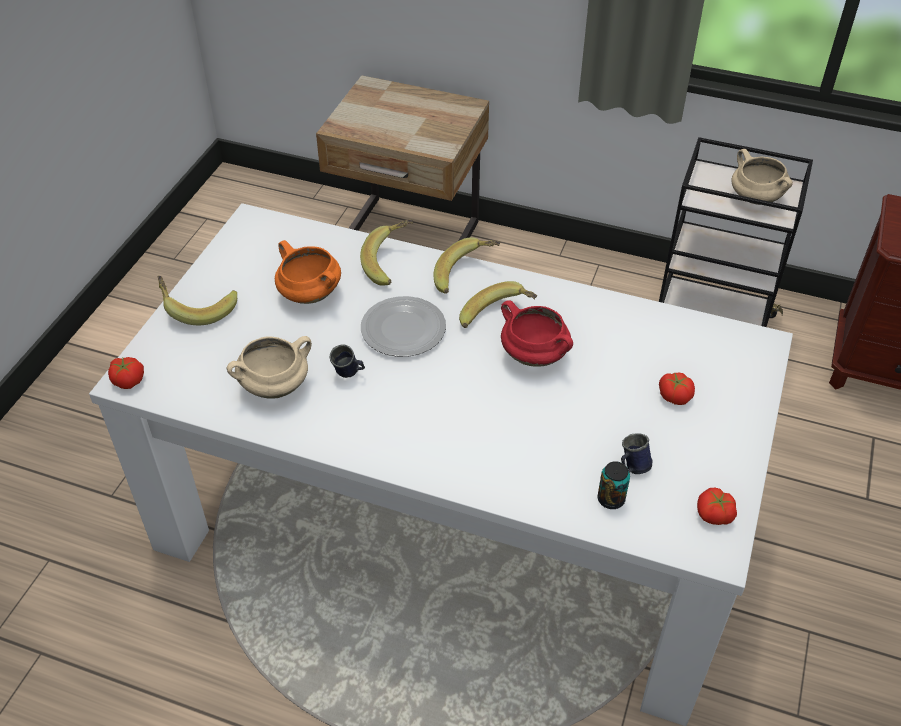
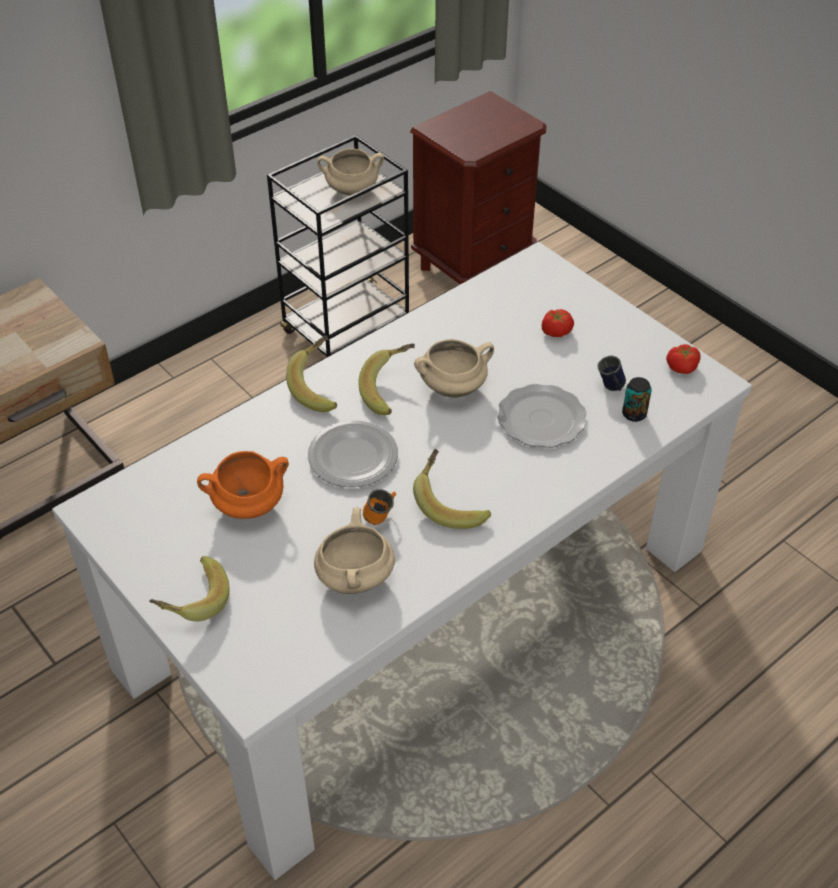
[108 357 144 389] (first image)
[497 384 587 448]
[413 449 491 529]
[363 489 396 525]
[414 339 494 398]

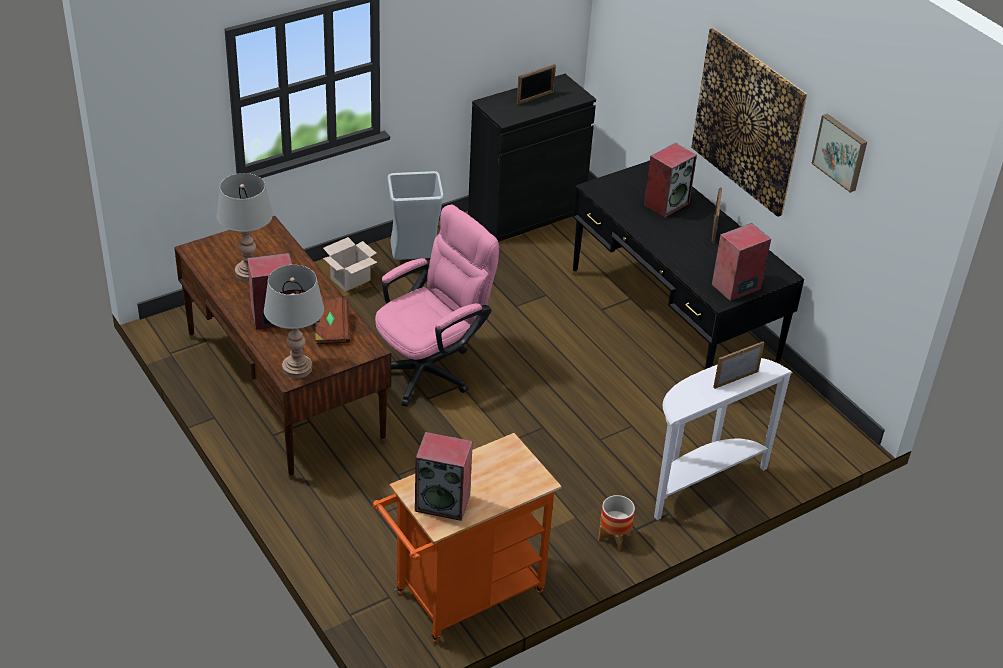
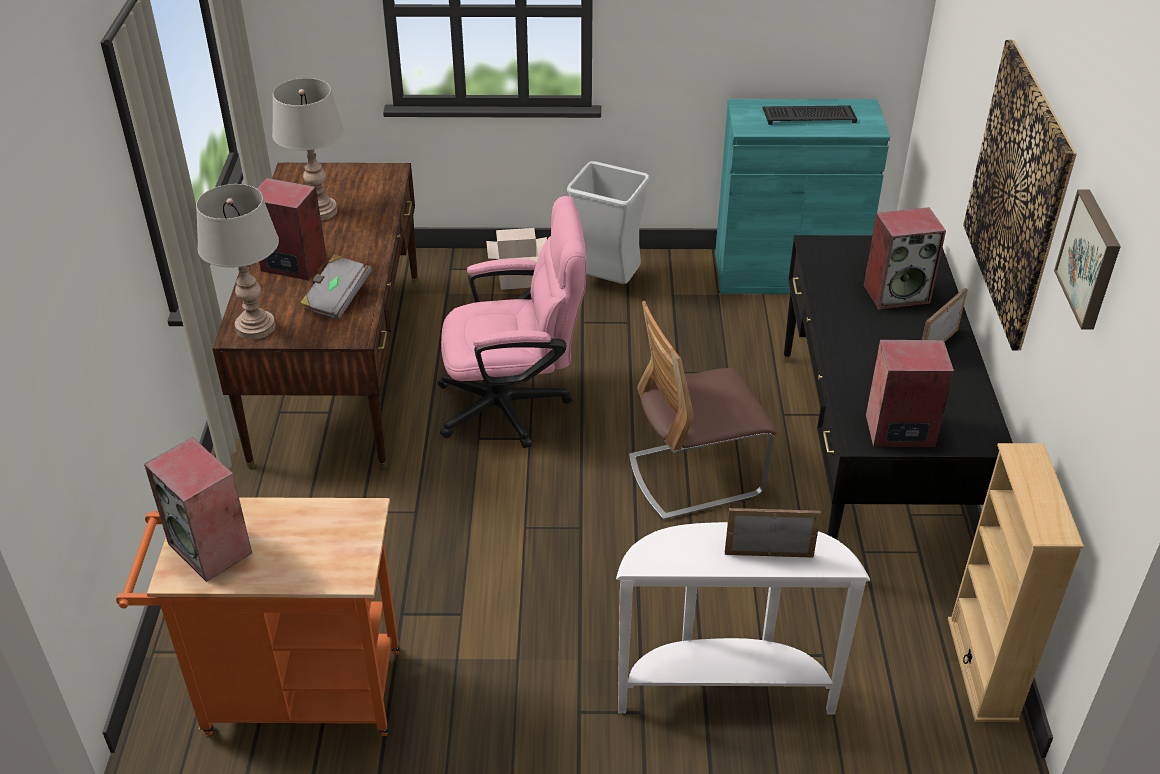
[598 495 635 550] (first image)
[629 301 777 520]
[948 443 1084 722]
[762 105 857 125]
[300 254 372 320]
[715 99 890 294]

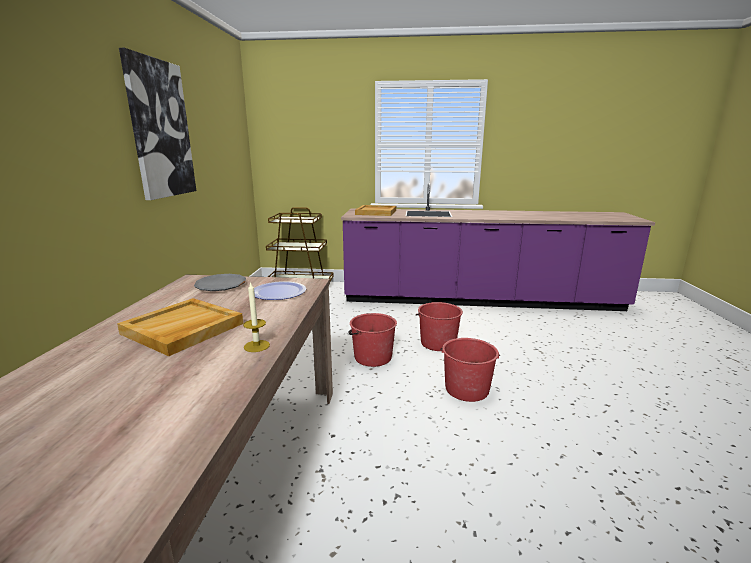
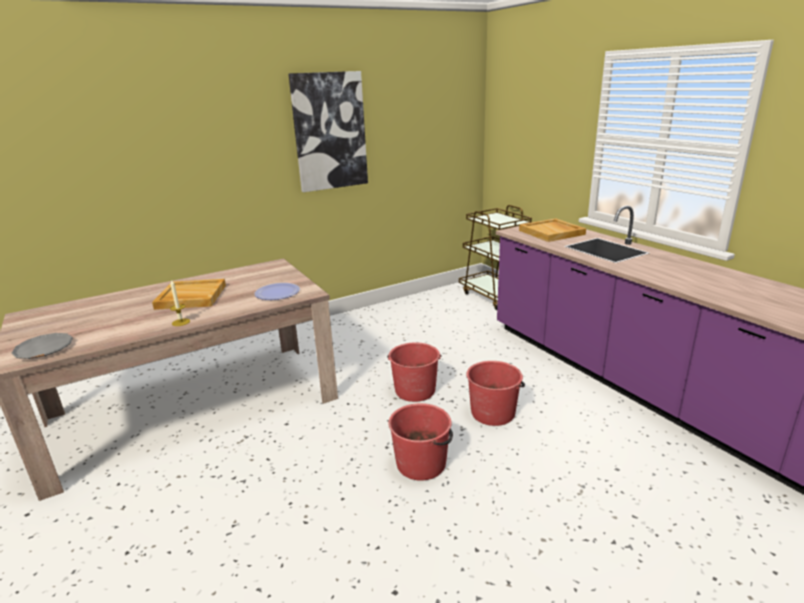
[11 333 73 359]

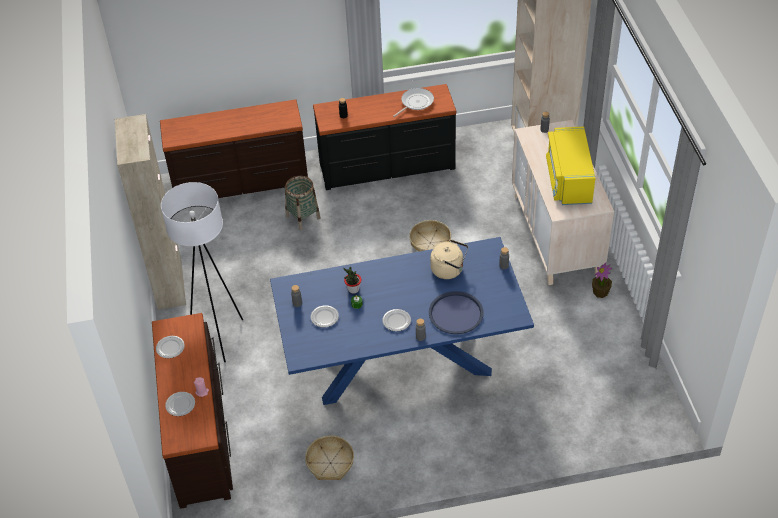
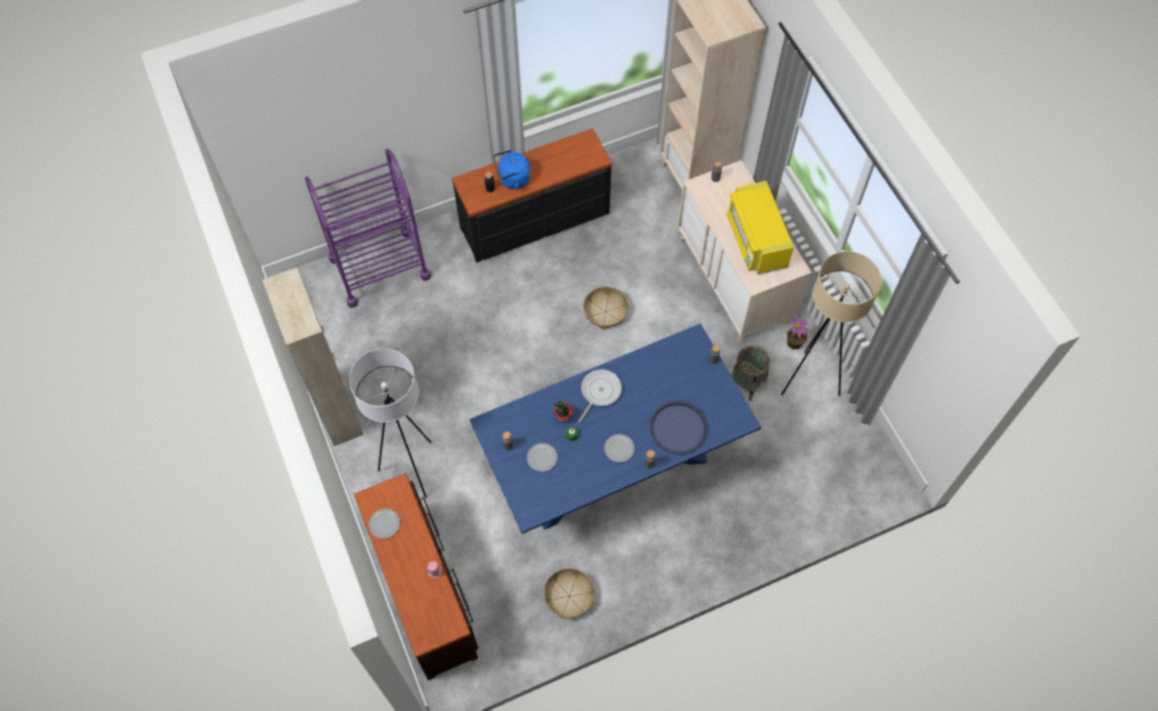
[165 392 195 416] (first image)
[430 239 468 279] (first image)
[494 150 531 189]
[781 251 882 396]
[731 346 770 401]
[578 369 622 422]
[305 149 431 308]

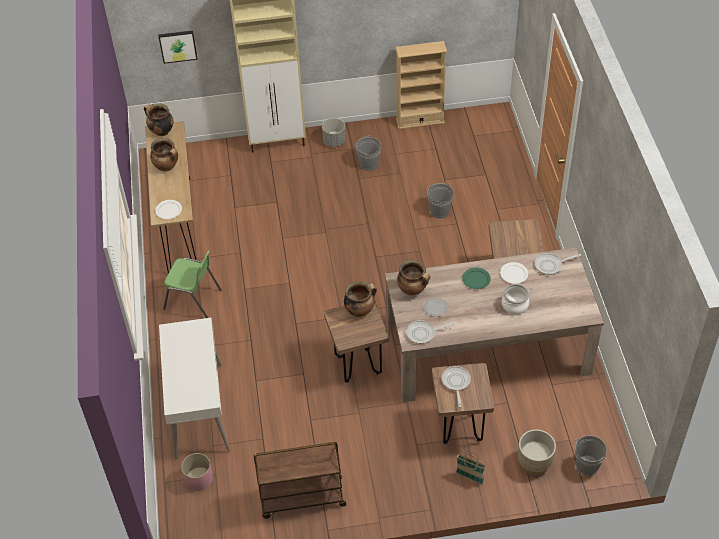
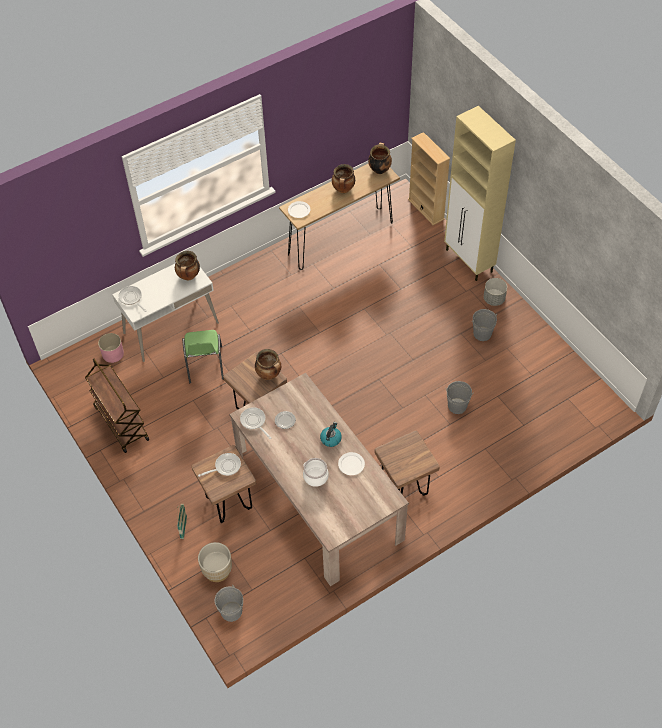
[158 30 198 64] (first image)
[182 330 224 384]
[408 132 450 225]
[175 251 200 280]
[118 286 147 312]
[320 422 342 447]

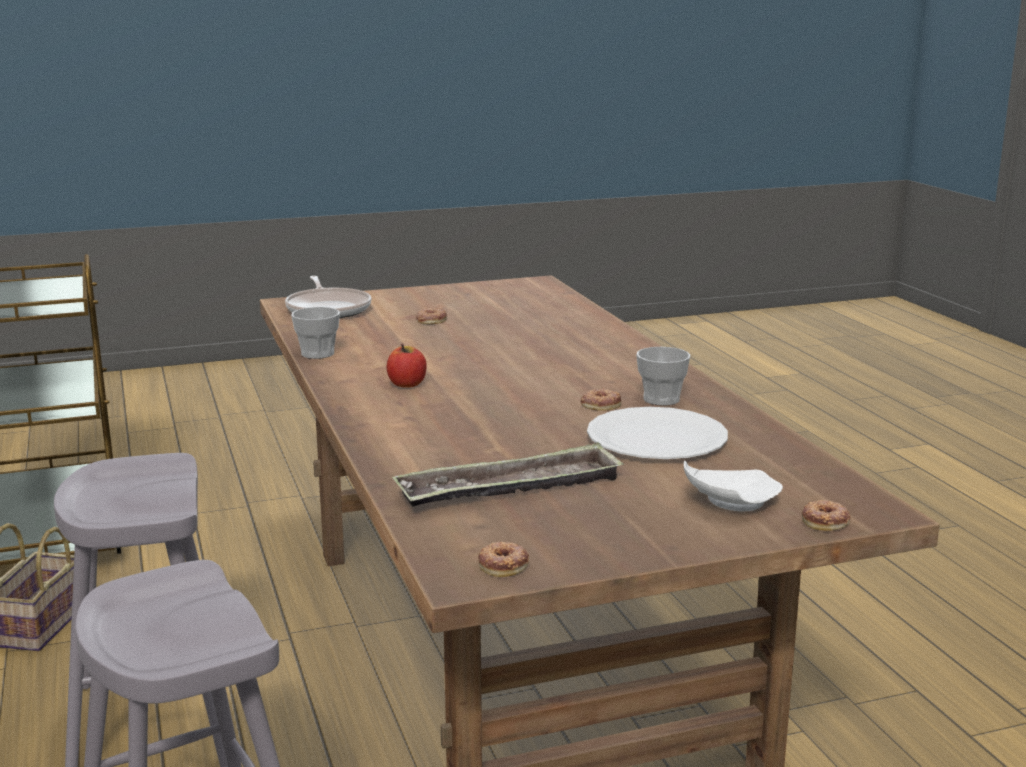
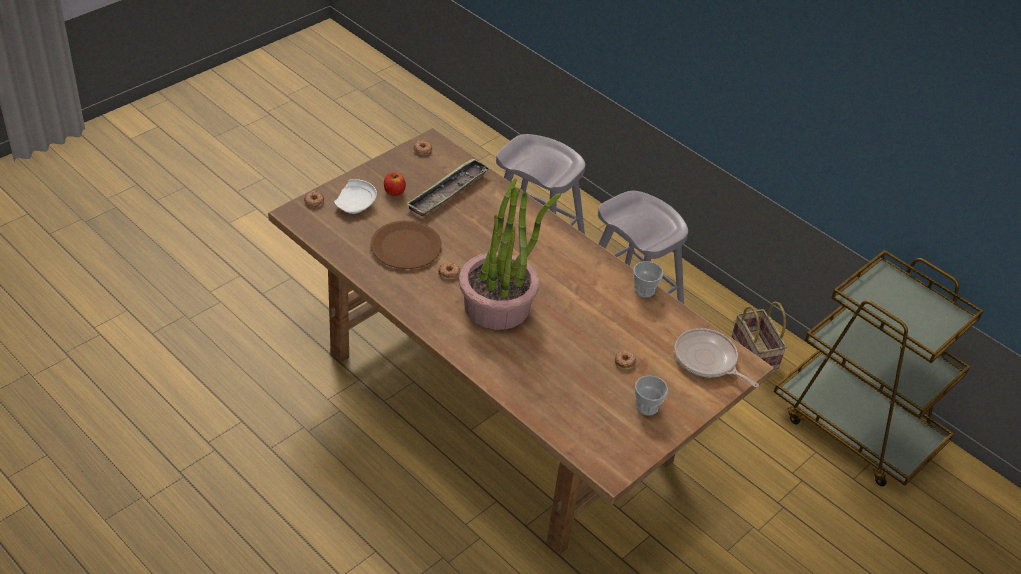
[459 178 561 330]
[384 172 406 196]
[635 375 668 416]
[370 220 442 269]

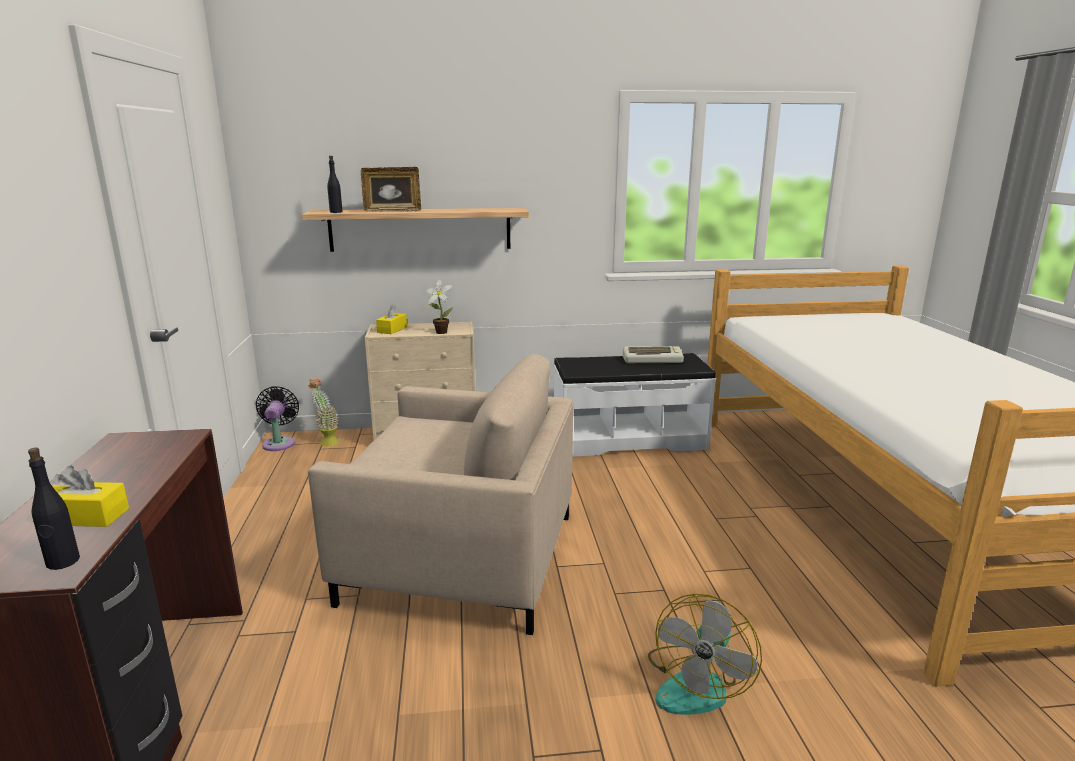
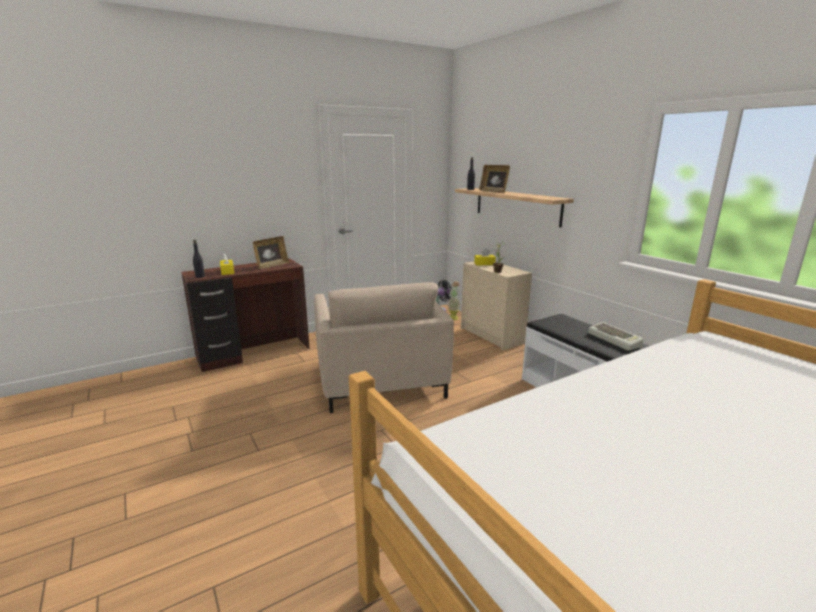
[648 594 762 715] (first image)
[253 236 289 269]

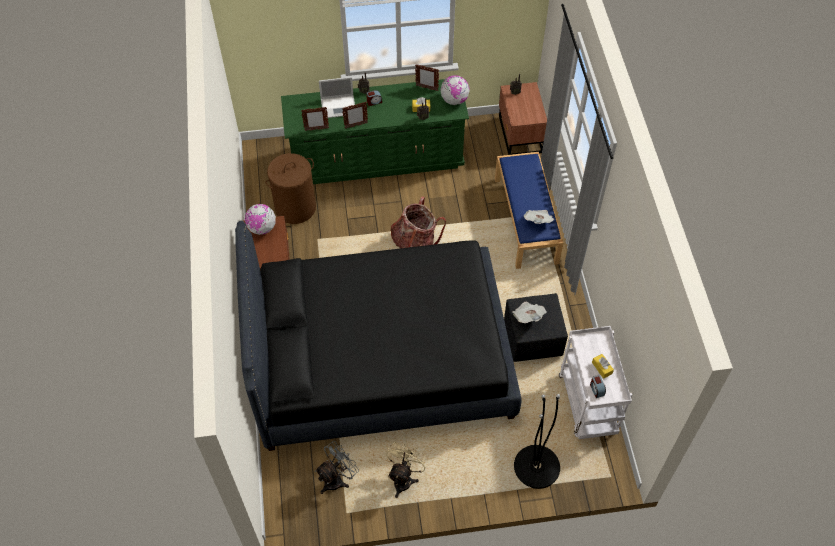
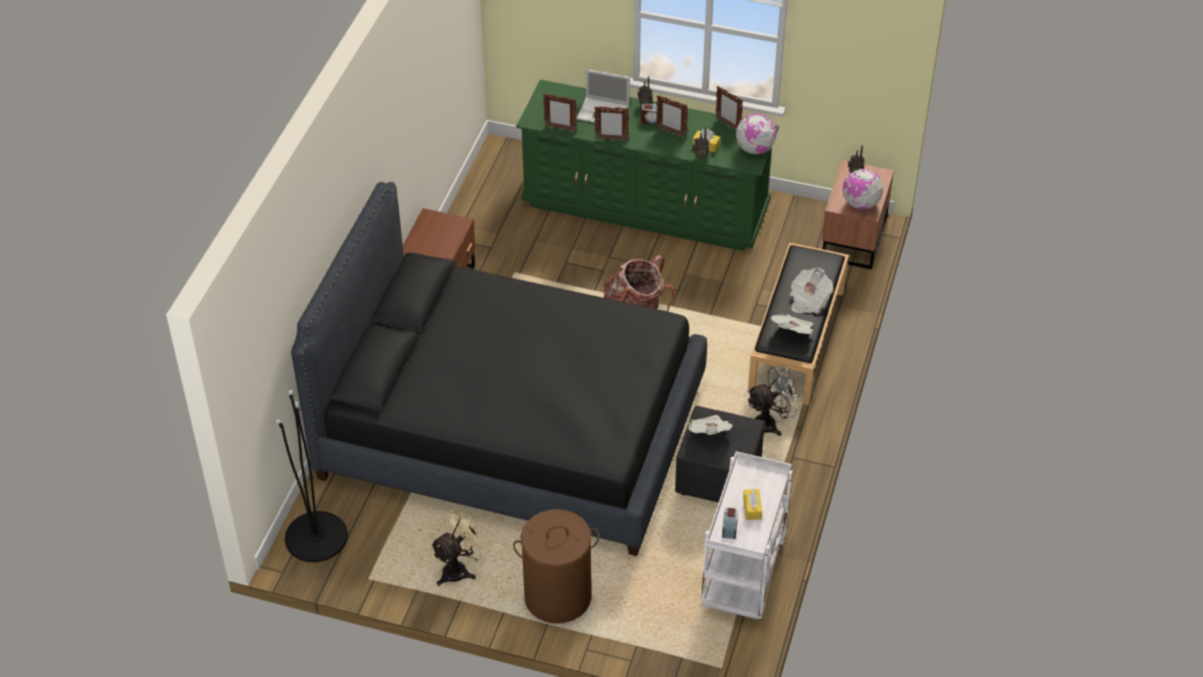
[657 95 688 138]
[790 268 833 314]
[843 169 883 210]
[513 509 599 624]
[748 365 800 436]
[276 390 348 562]
[748 243 849 405]

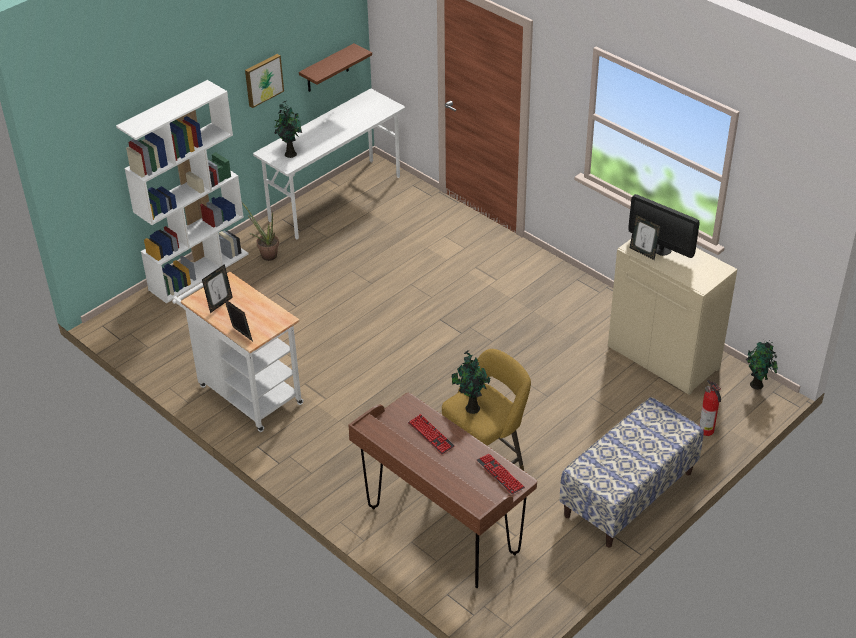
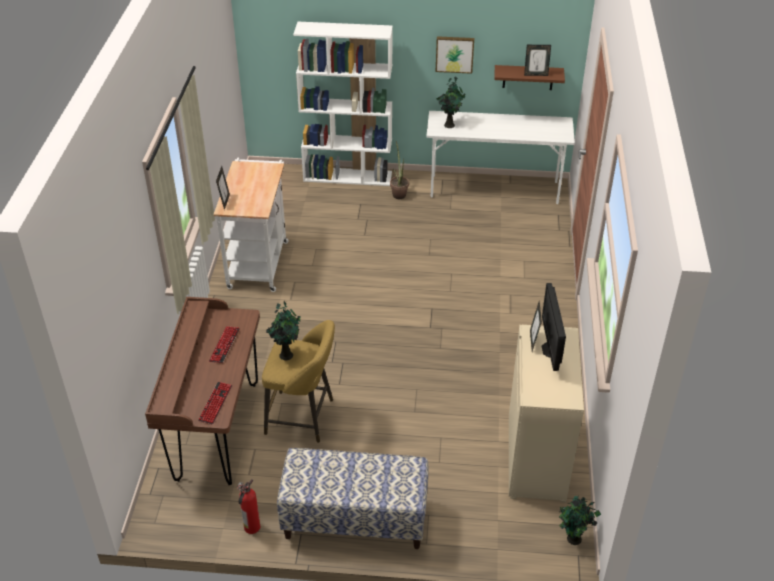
[524 45 551 76]
[237 479 260 534]

